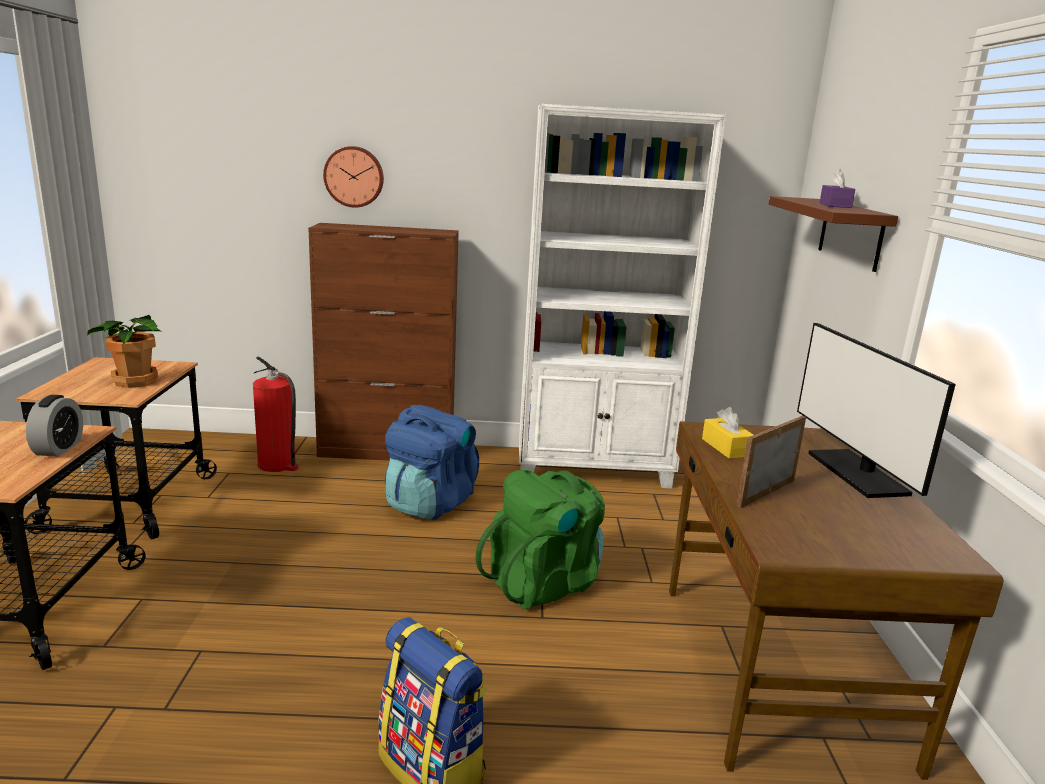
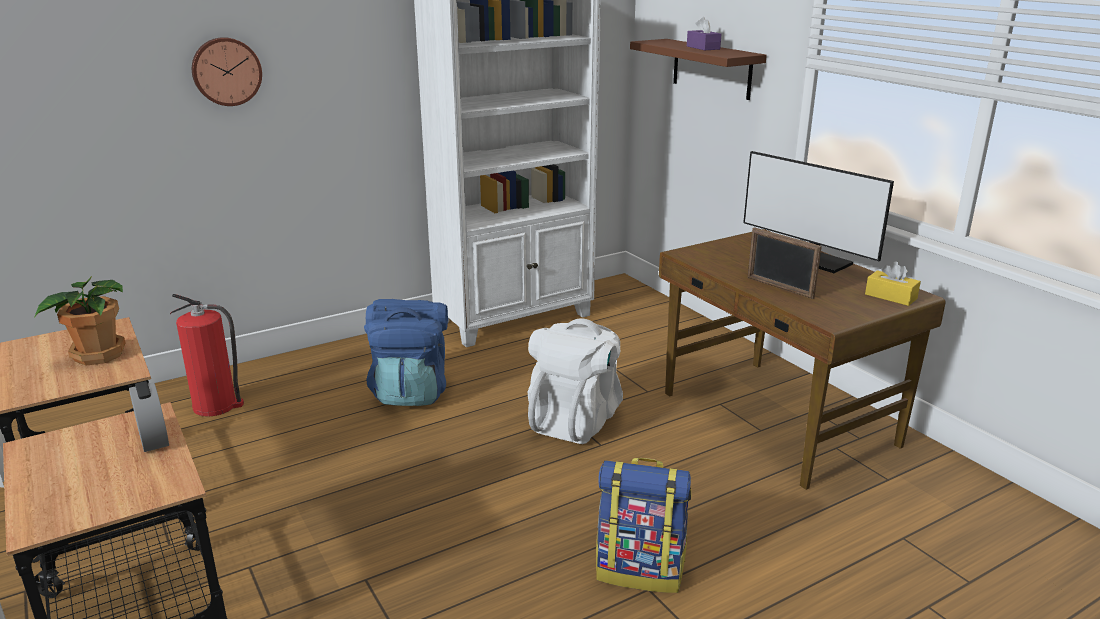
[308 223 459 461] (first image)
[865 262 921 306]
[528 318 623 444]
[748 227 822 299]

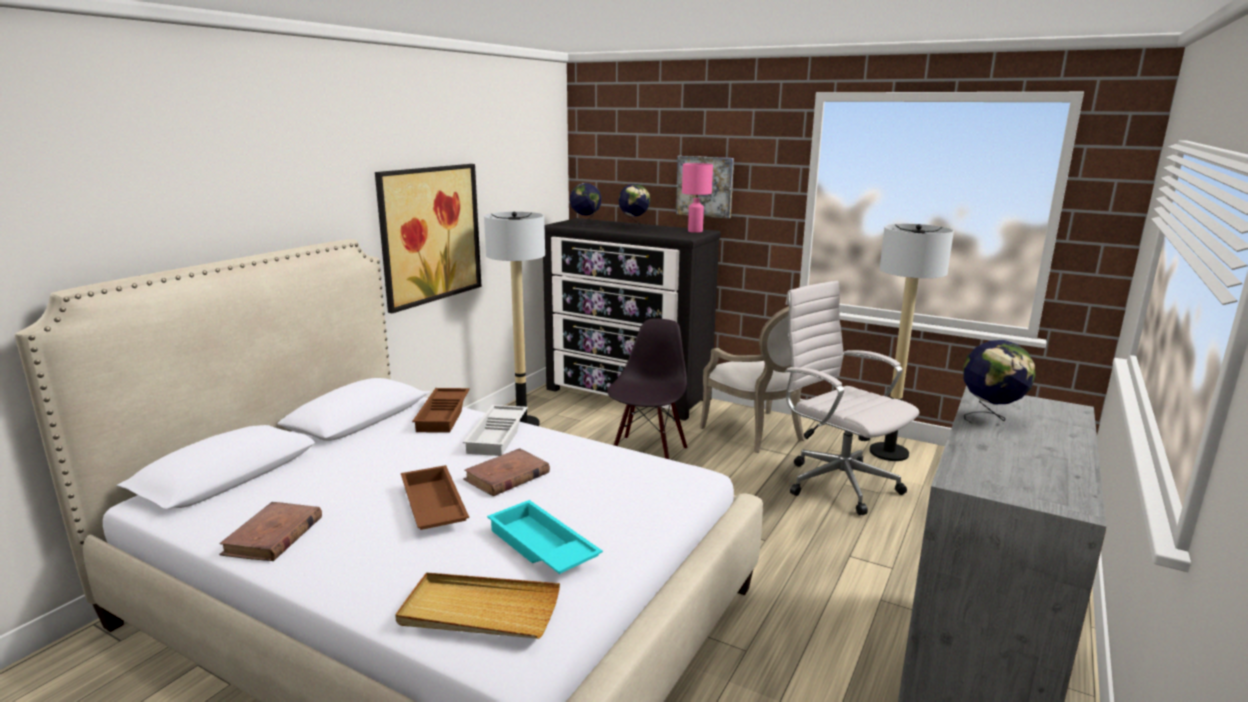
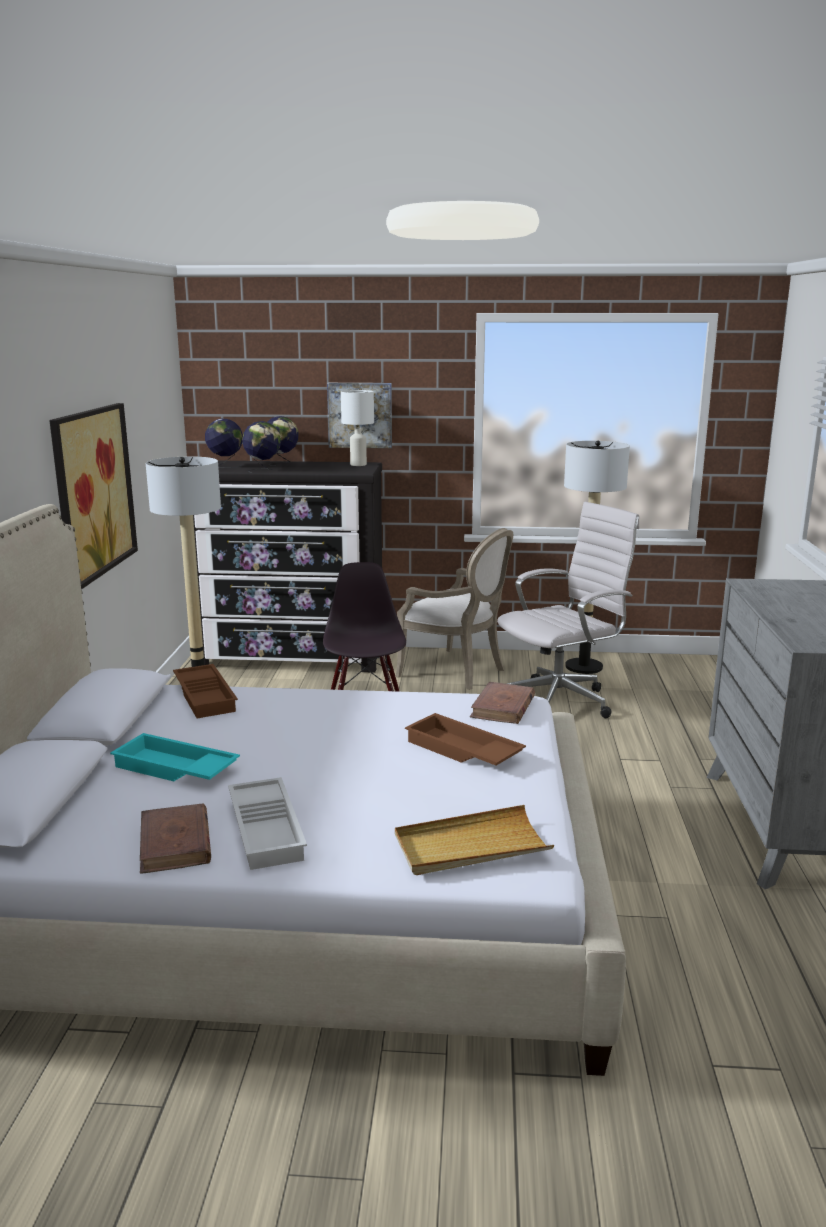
[405 713 526 766]
[228 777 307 870]
[470 682 535 724]
[110 733 240 781]
[242 421 281 473]
[341 390 374 466]
[497 501 639 718]

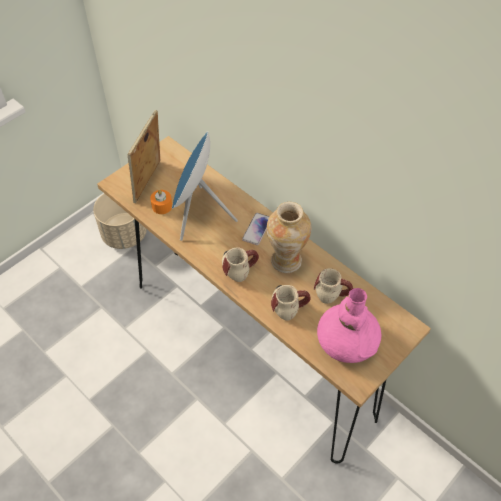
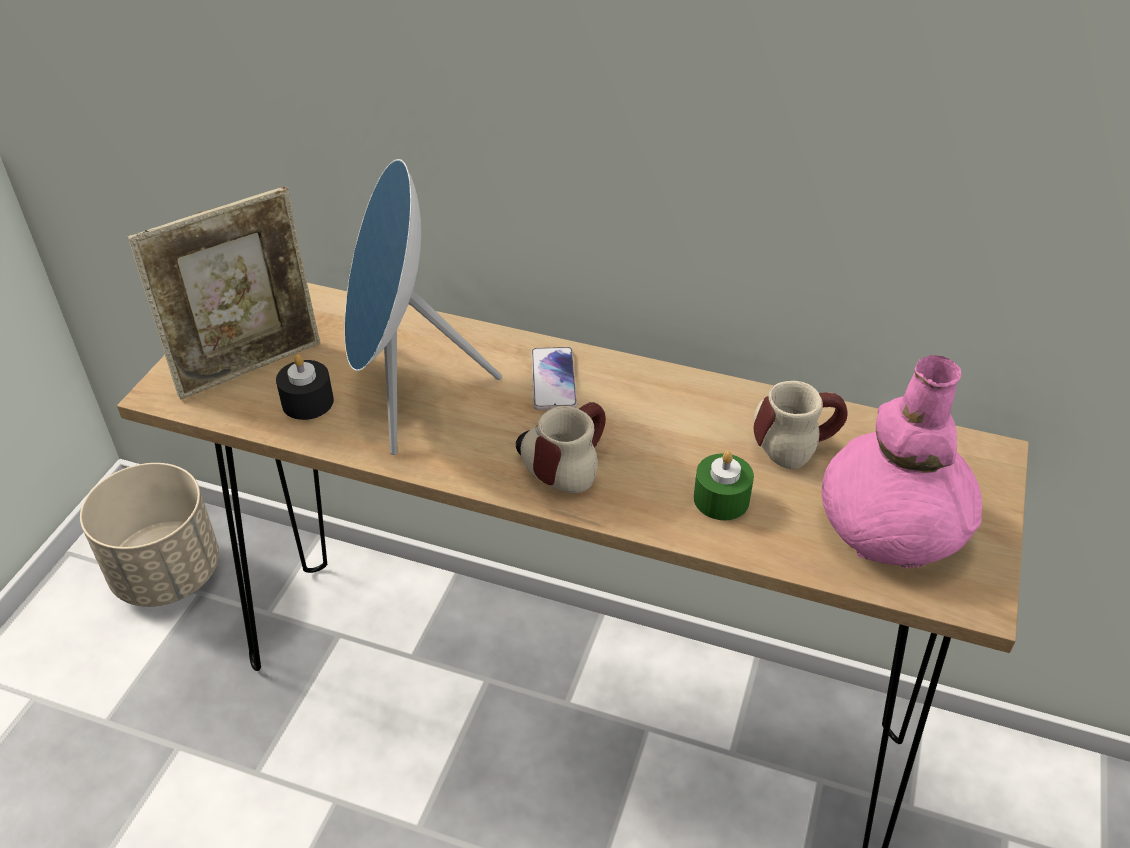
[267 202 311 273] (first image)
[694 451 754 520]
[276 355 334 420]
[128 186 320 400]

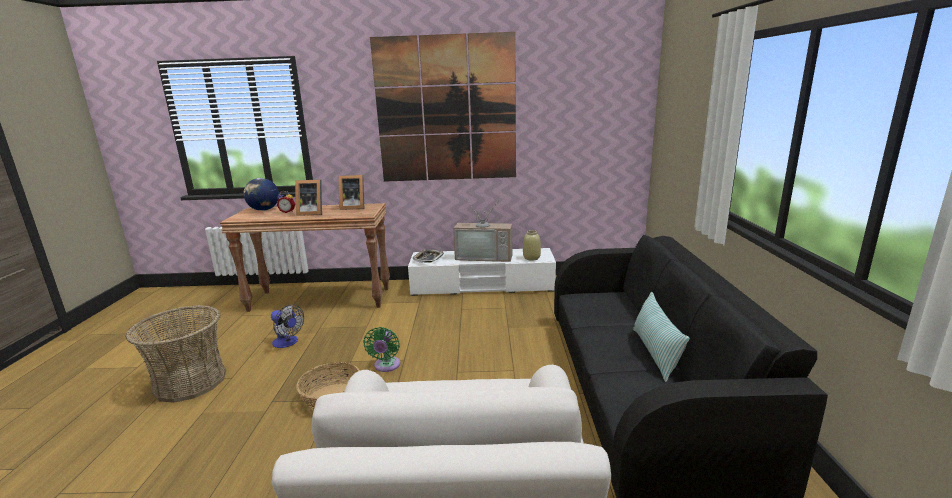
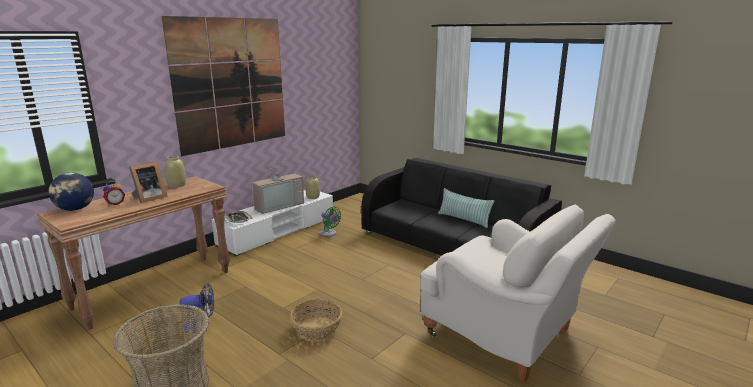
[320 207 342 237]
[165 156 186 188]

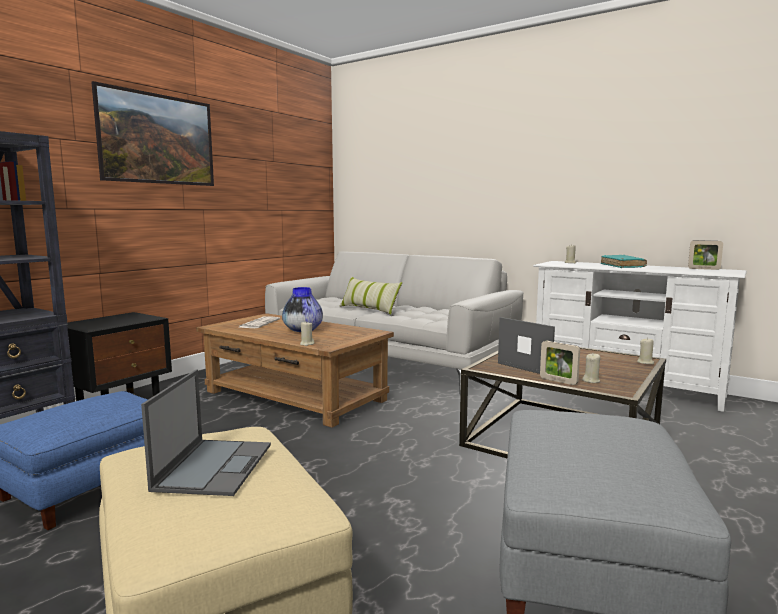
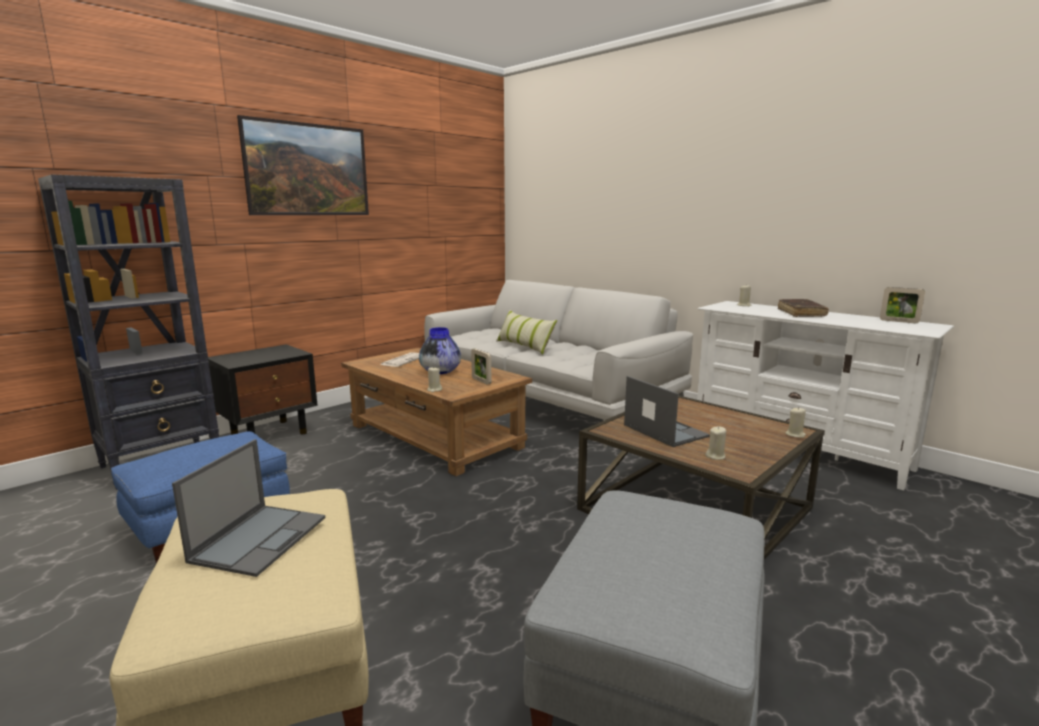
[471 349 491 385]
[778 299 829 317]

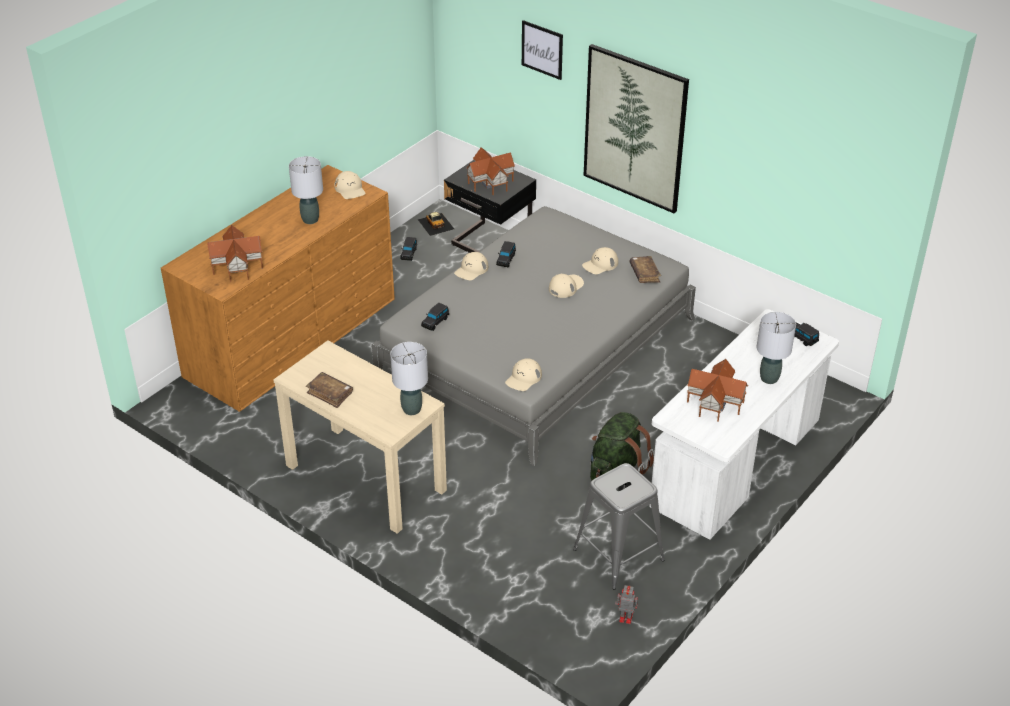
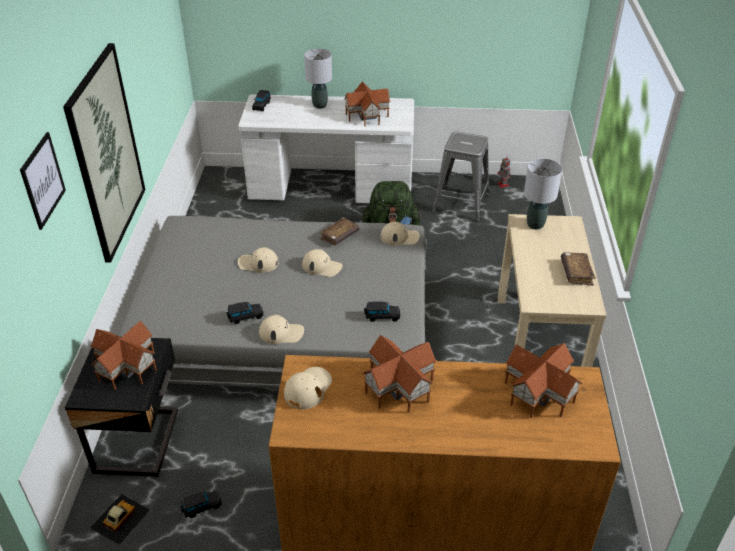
[302 249 342 277]
[319 217 359 245]
[363 335 437 413]

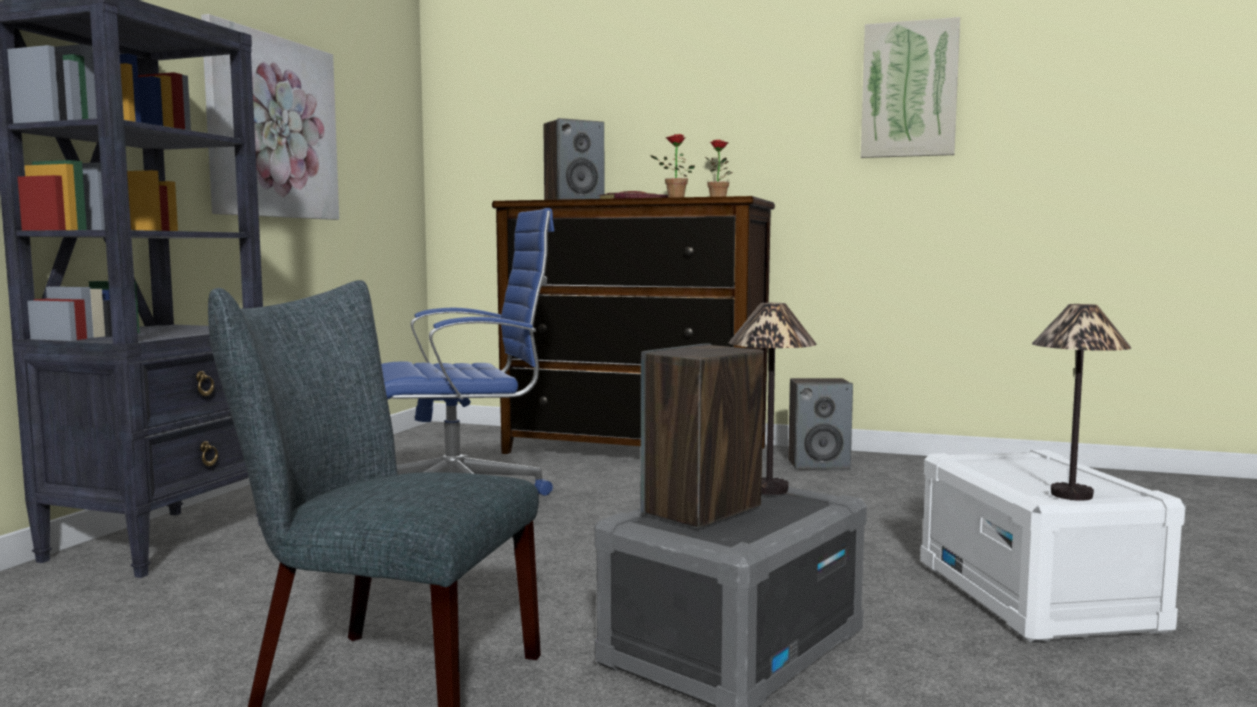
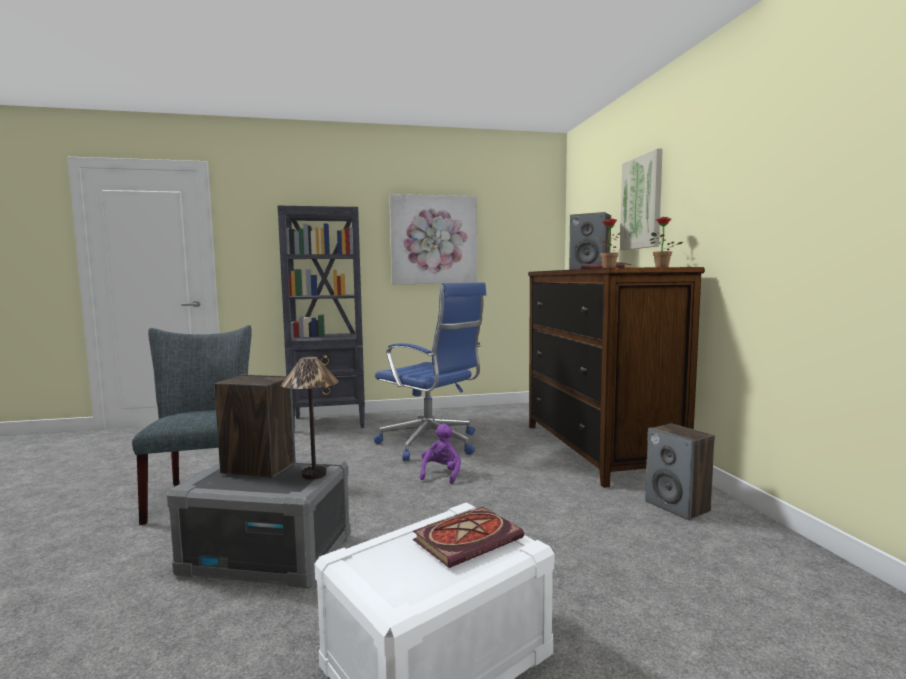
[1032 304 1131 501] (first image)
[413 507 524 568]
[420 424 461 484]
[620 148 663 250]

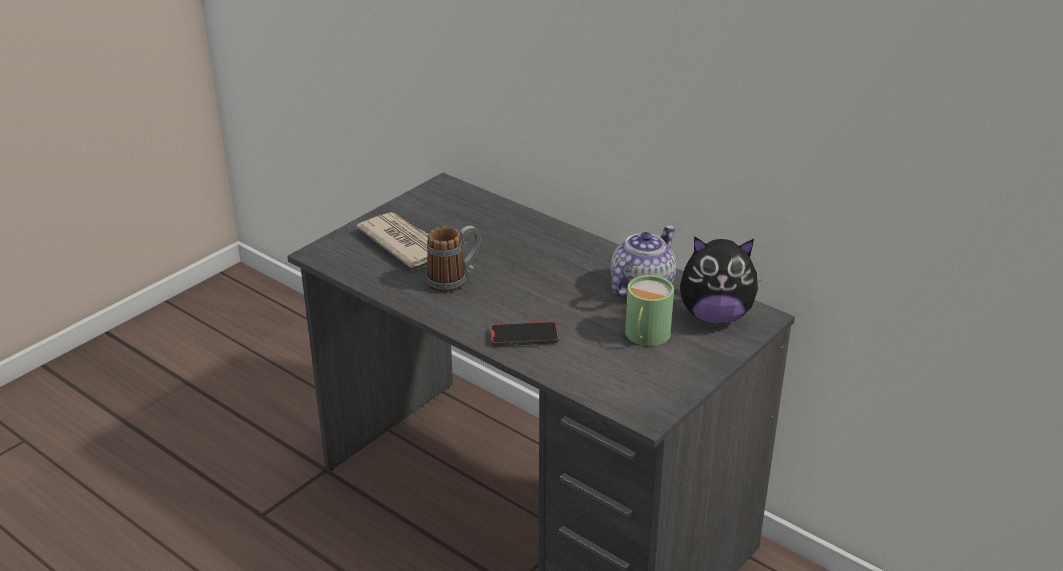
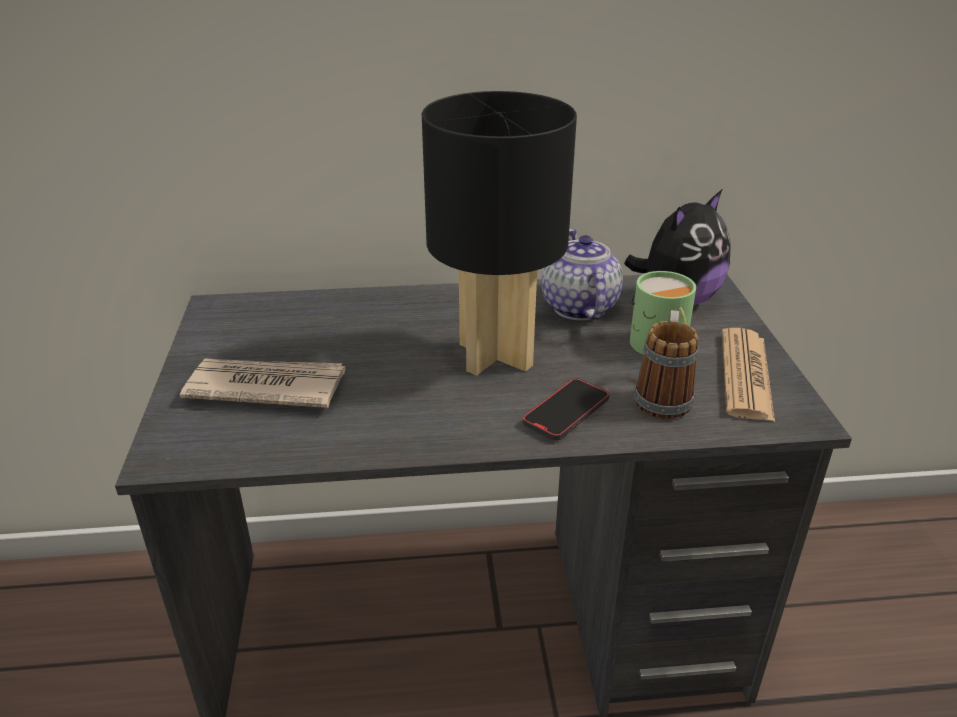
[422 91 577 376]
[722 328 775 421]
[634 310 699 419]

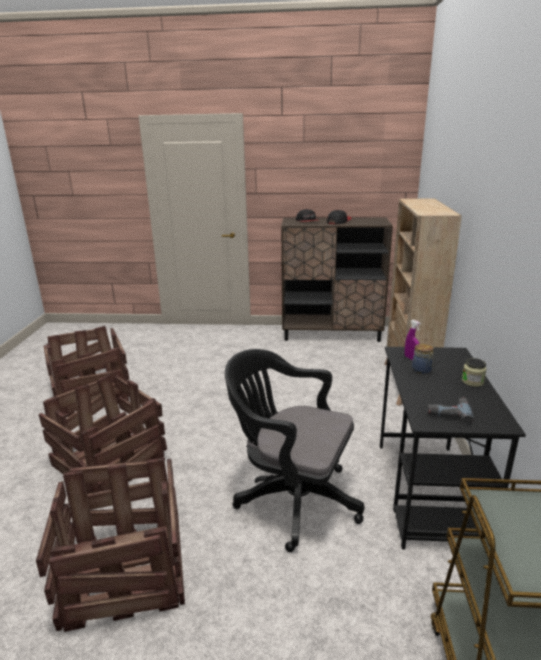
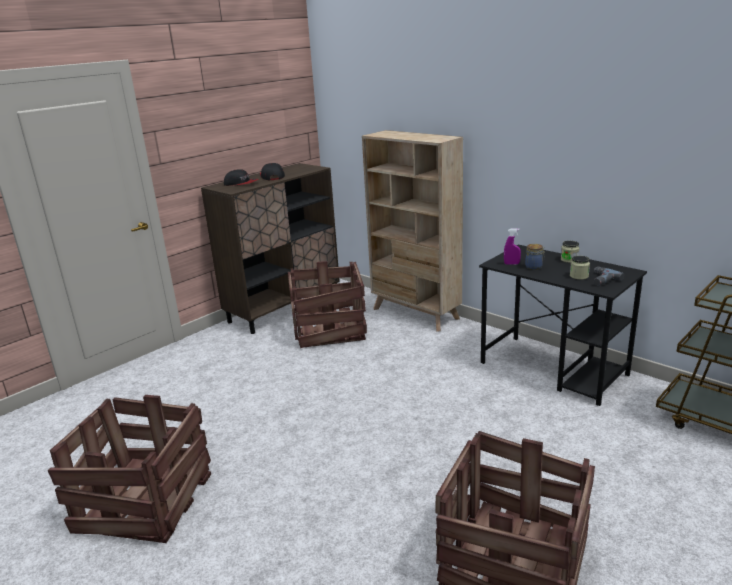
[225 349 365 552] (first image)
[570 256 590 280]
[288 261 367 348]

